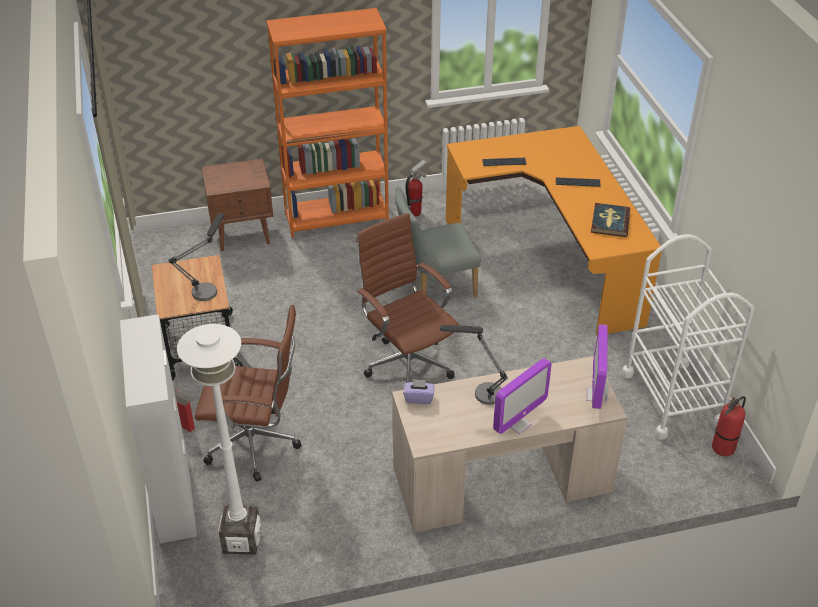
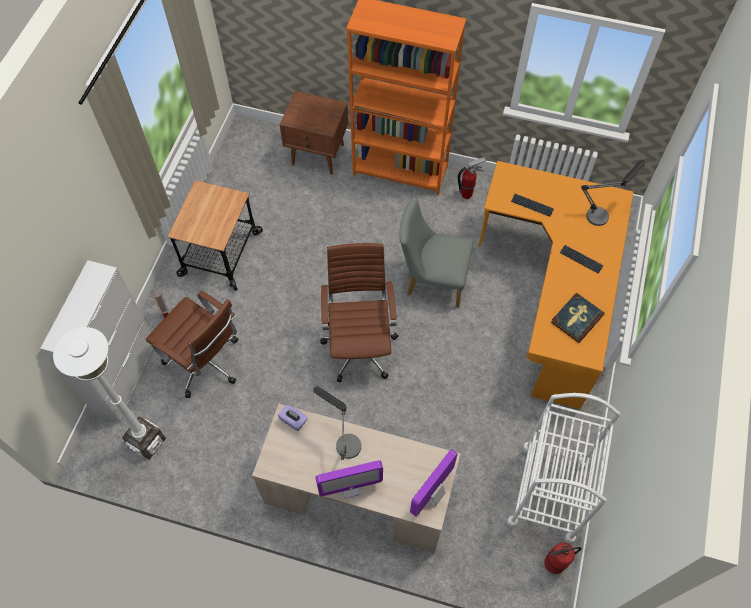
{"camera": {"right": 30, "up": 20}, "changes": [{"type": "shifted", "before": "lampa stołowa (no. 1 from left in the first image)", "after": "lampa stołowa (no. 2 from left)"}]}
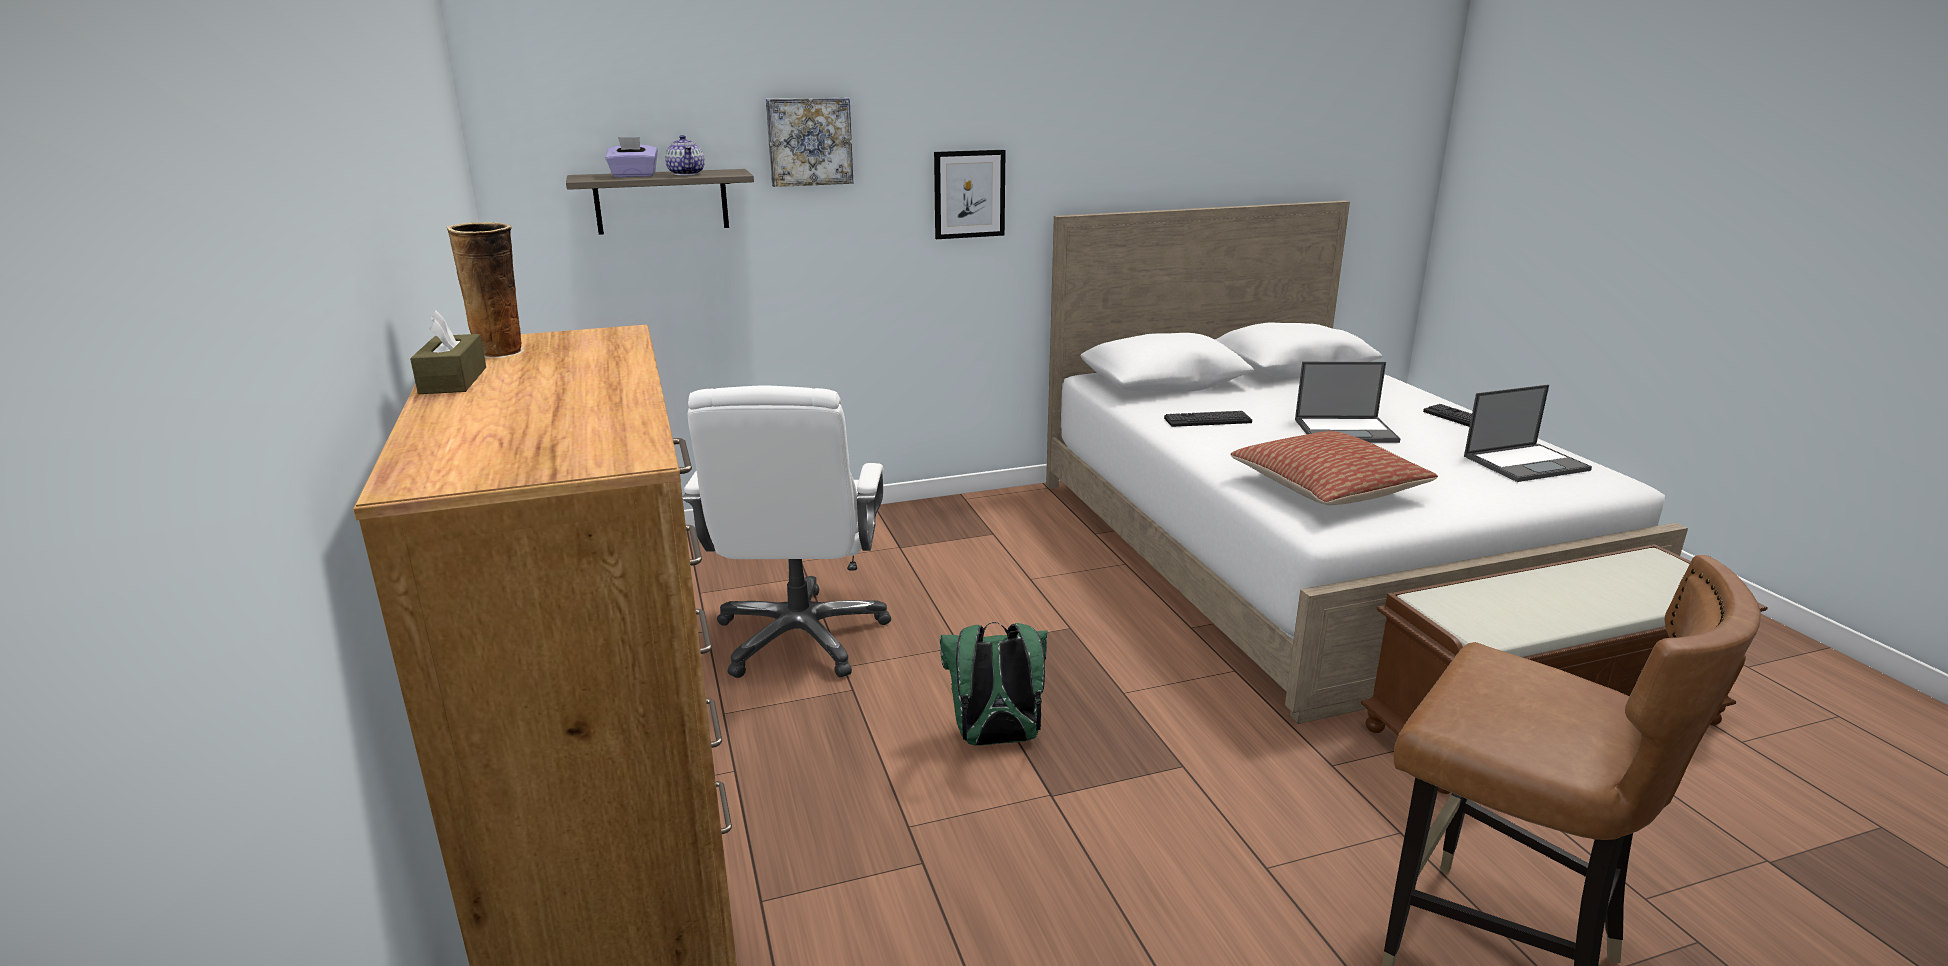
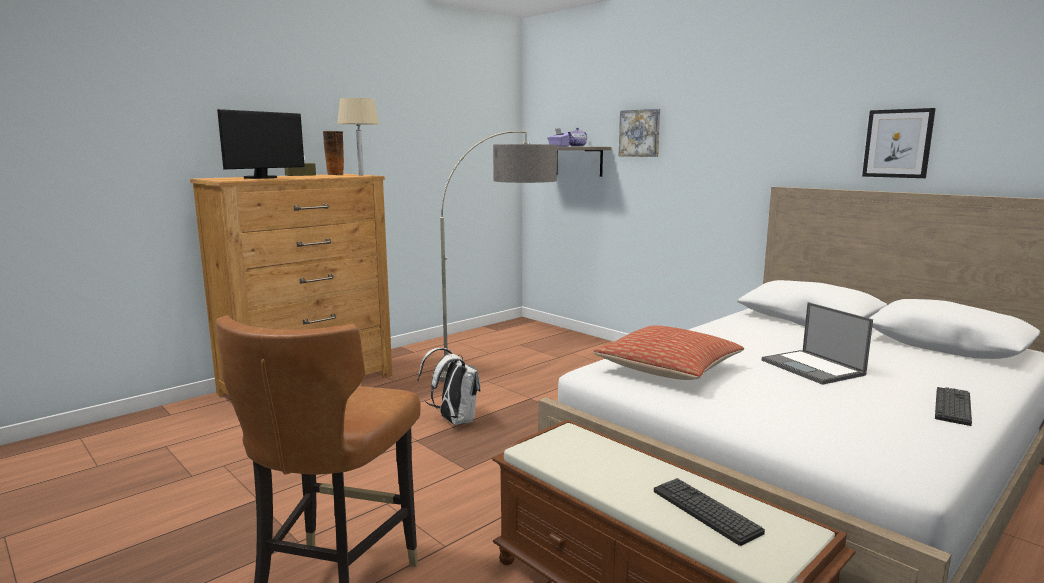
{"camera": {"right": 65, "up": -10}, "changes": [{"type": "gone", "before": "laptop (no. 2 from left)"}, {"type": "new", "after": "monitor"}, {"type": "new", "after": "lampa stołowa (beżowy)"}, {"type": "shifted", "before": "obraz (no. 2 from left)"}, {"type": "shifted", "before": "klawiatura (no. 1 from left)"}, {"type": "swapped", "before": "krzesło biurowe (biały)", "after": "lampa stojąca"}, {"type": "repainted", "before": "plecak (zielony)", "after": "plecak (biały)"}]}
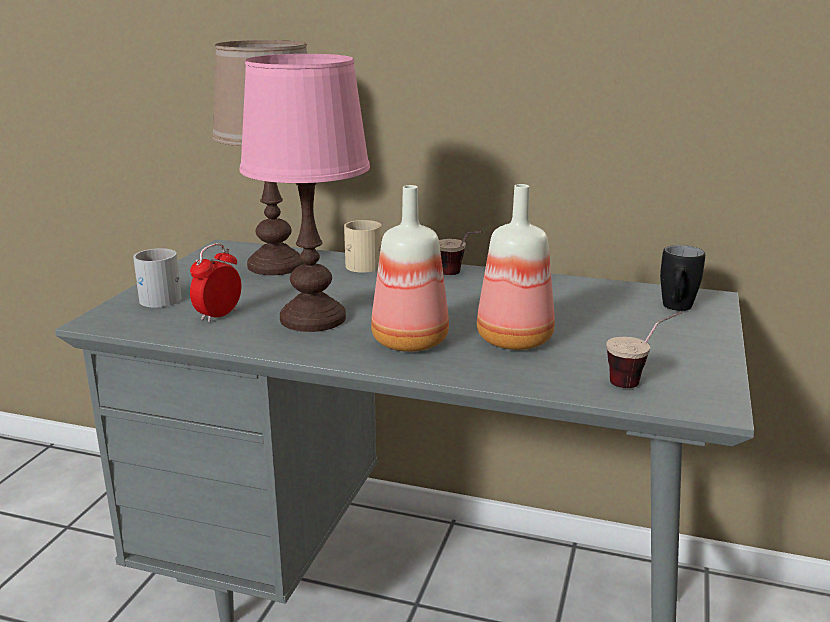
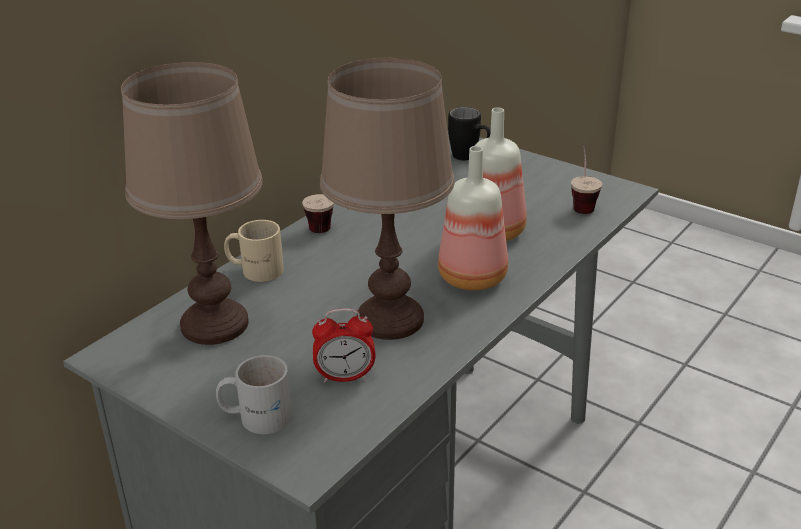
{"camera": {"right": -70, "up": 10}, "changes": [{"type": "repainted", "before": "lampa stołowa (różowy)", "after": "lampa stołowa (brązowy) (no. 2 from left)"}, {"type": "rotated", "before": "budzik", "turn": -60}]}
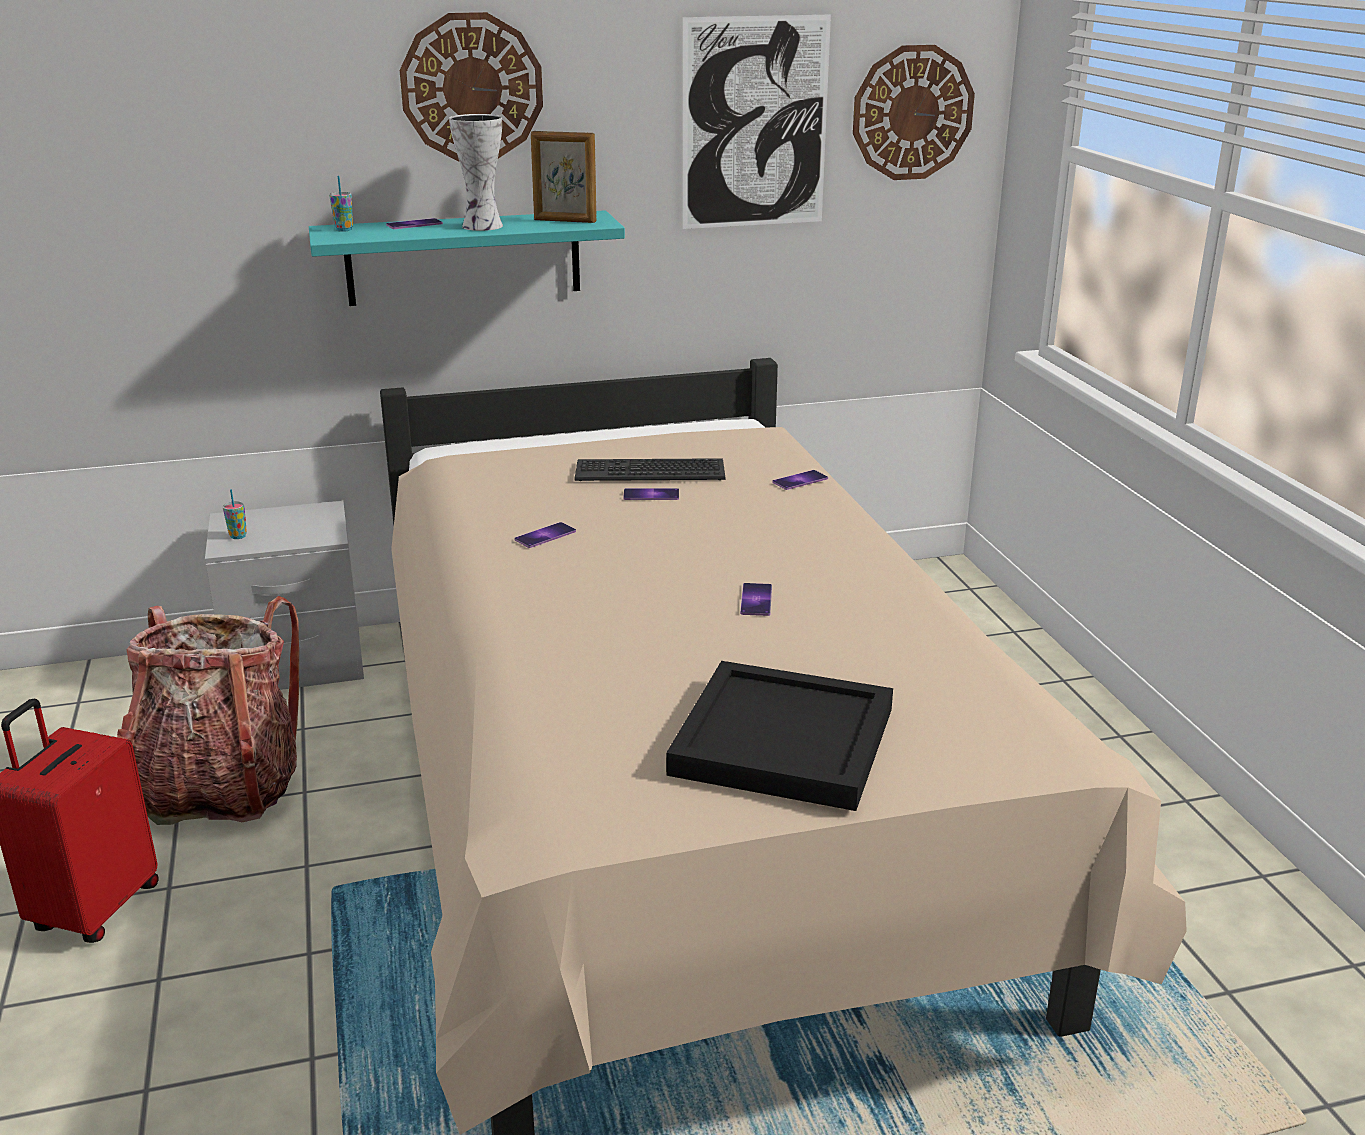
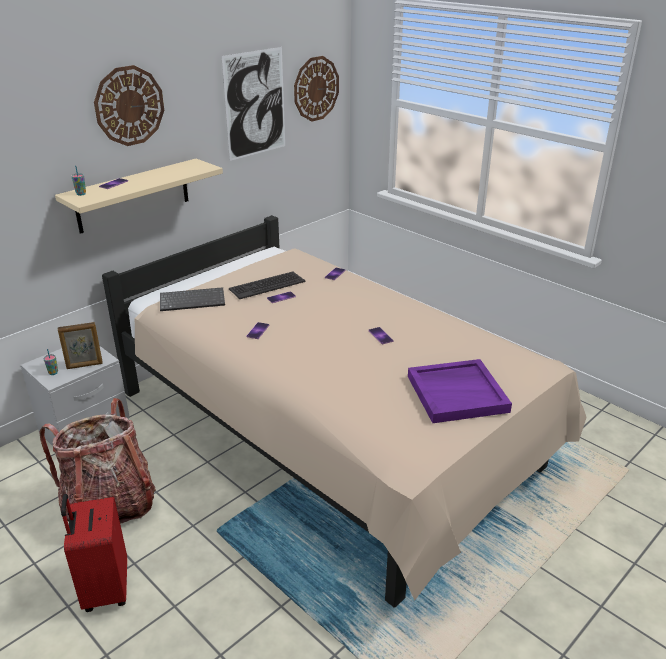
{"camera": {"right": -30, "up": 5}, "changes": [{"type": "gone", "before": "wazon"}, {"type": "new", "after": "klawiatura (no. 1 from left)"}, {"type": "shifted", "before": "ramka na zdjęcie"}, {"type": "repainted", "before": "półka (turkusowy)", "after": "półka (beżowy)"}, {"type": "repainted", "before": "taca (czarny)", "after": "taca (fioletowy)"}]}
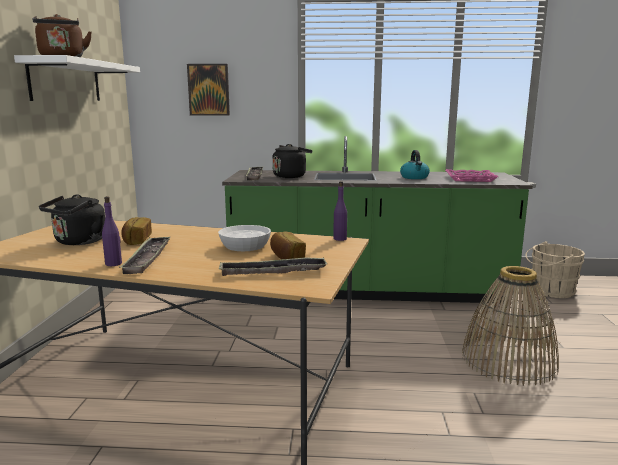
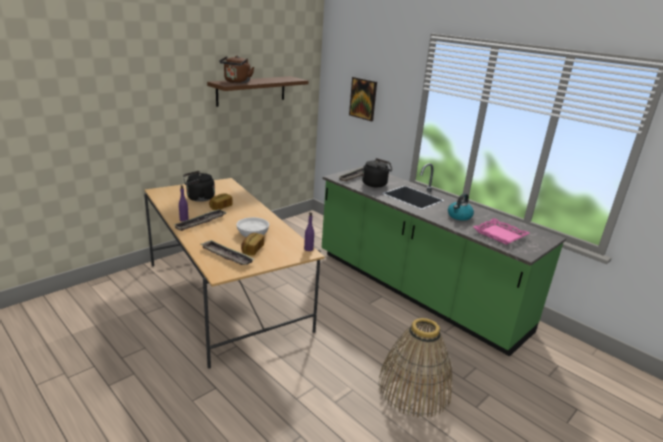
{"camera": {"right": 40, "up": 10}, "changes": [{"type": "gone", "before": "wiadro (beżowy)"}, {"type": "repainted", "before": "półka (biały)", "after": "półka (brązowy)"}]}
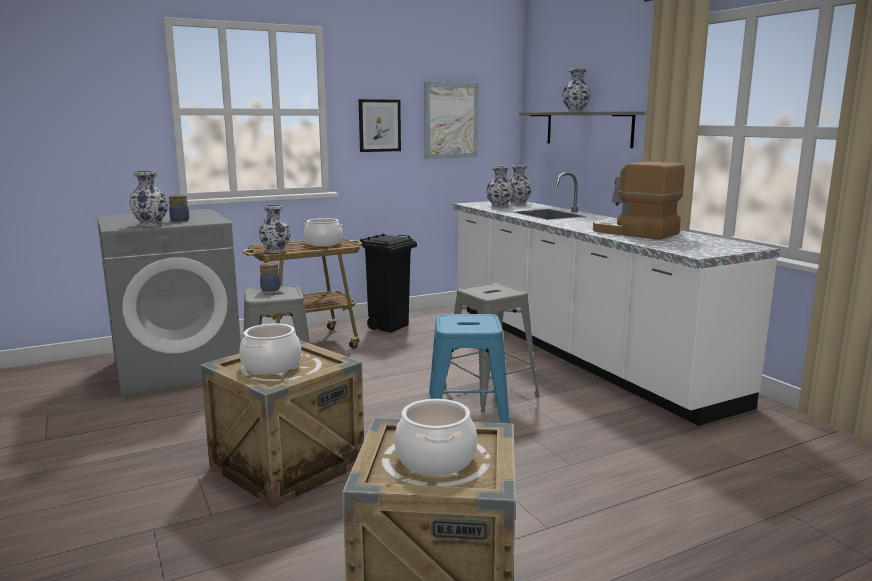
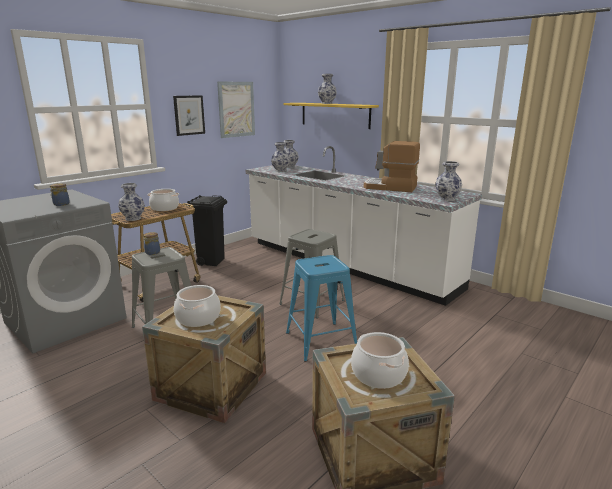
{"camera": {"right": -20, "up": 5}, "changes": [{"type": "shifted", "before": "wazon (no. 1 from left in the first image)", "after": "wazon (no. 5 from left)"}, {"type": "repainted", "before": "półka (szary)", "after": "półka (żółty)"}]}
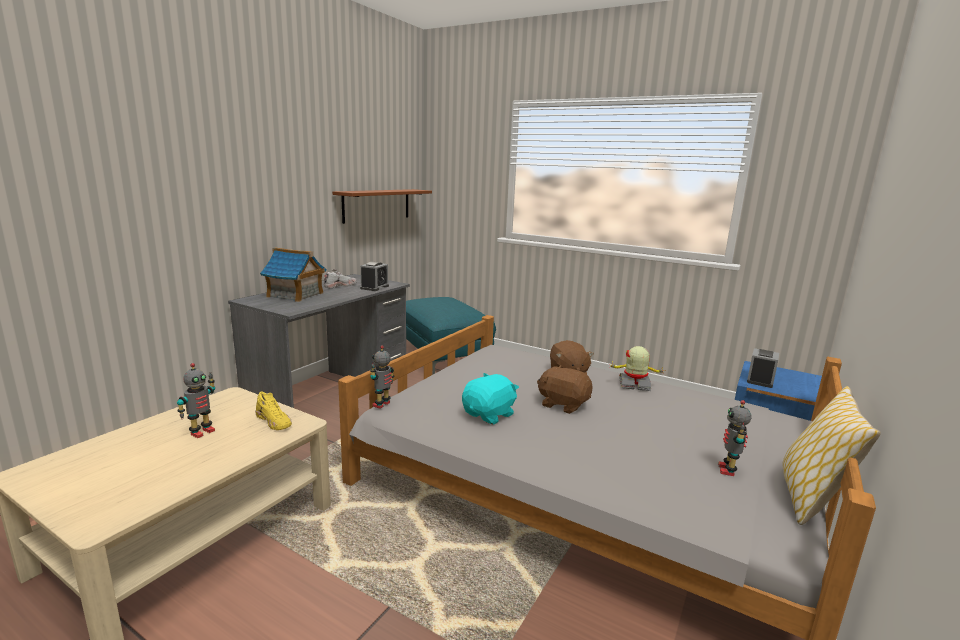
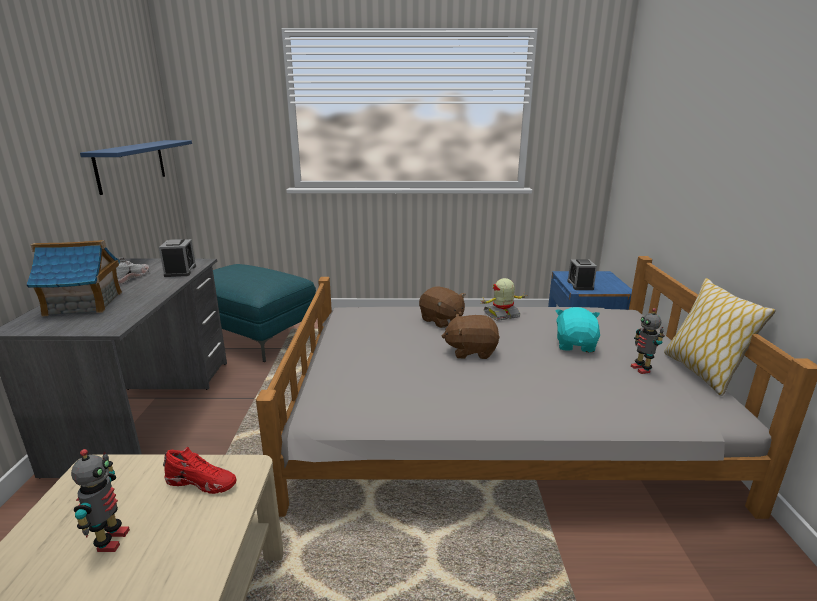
{"camera": {"right": -30, "up": 5}, "changes": [{"type": "gone", "before": "robot zabawkowy (no. 2 from left)"}, {"type": "shifted", "before": "pluszak (turkusowy)"}, {"type": "repainted", "before": "but (żółty)", "after": "but (czerwony)"}, {"type": "repainted", "before": "półka (brązowy)", "after": "półka (niebieski)"}]}
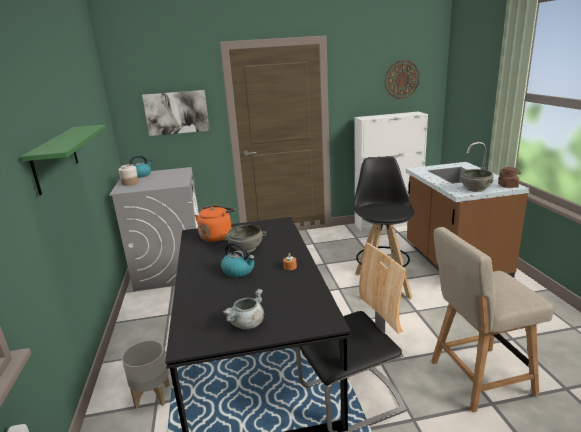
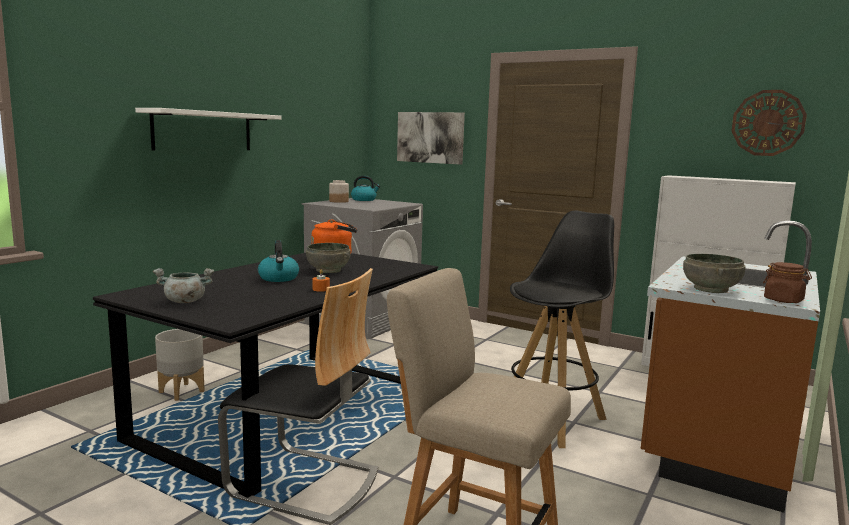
{"camera": {"right": 40, "up": -10}, "changes": [{"type": "repainted", "before": "półka (zielony)", "after": "półka (biały)"}]}
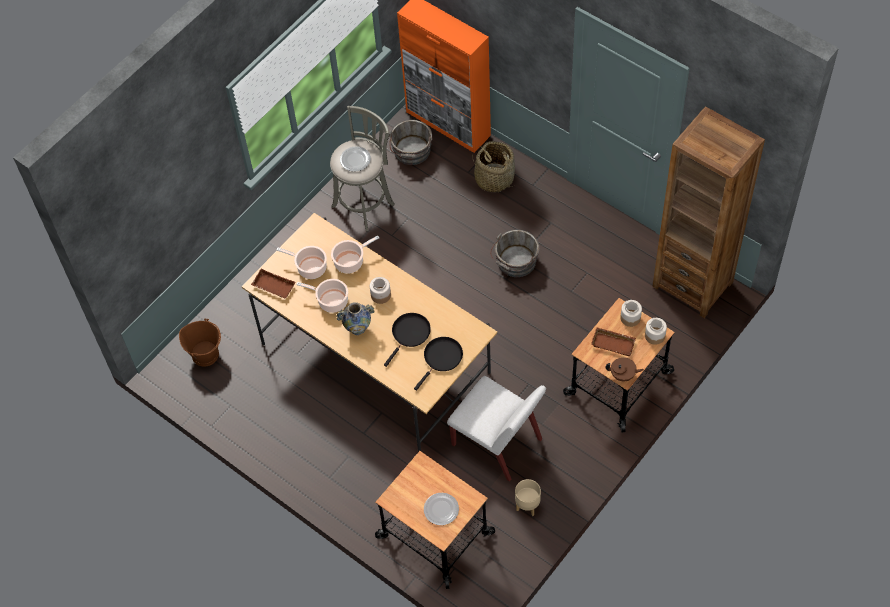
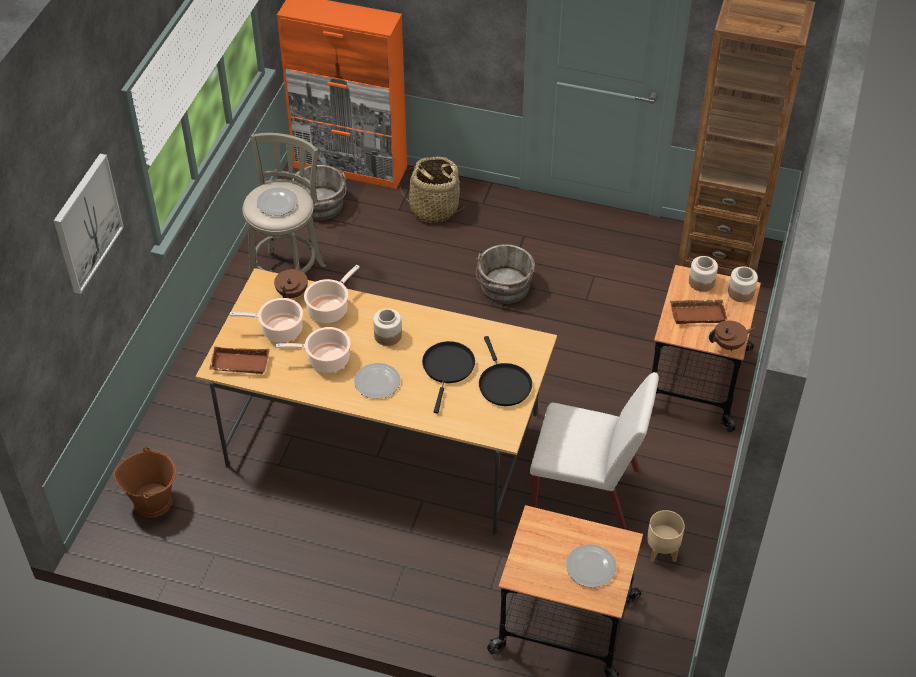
{"camera": {"right": -25, "up": -10}, "changes": [{"type": "new", "after": "obraz"}, {"type": "new", "after": "imbryk (brązowy) (no. 1 from left)"}, {"type": "swapped", "before": "wazon", "after": "talerz (no. 2 from left)"}, {"type": "rotated", "before": "patelnia (czarny) (no. 2 from left)", "turn": 150}]}
